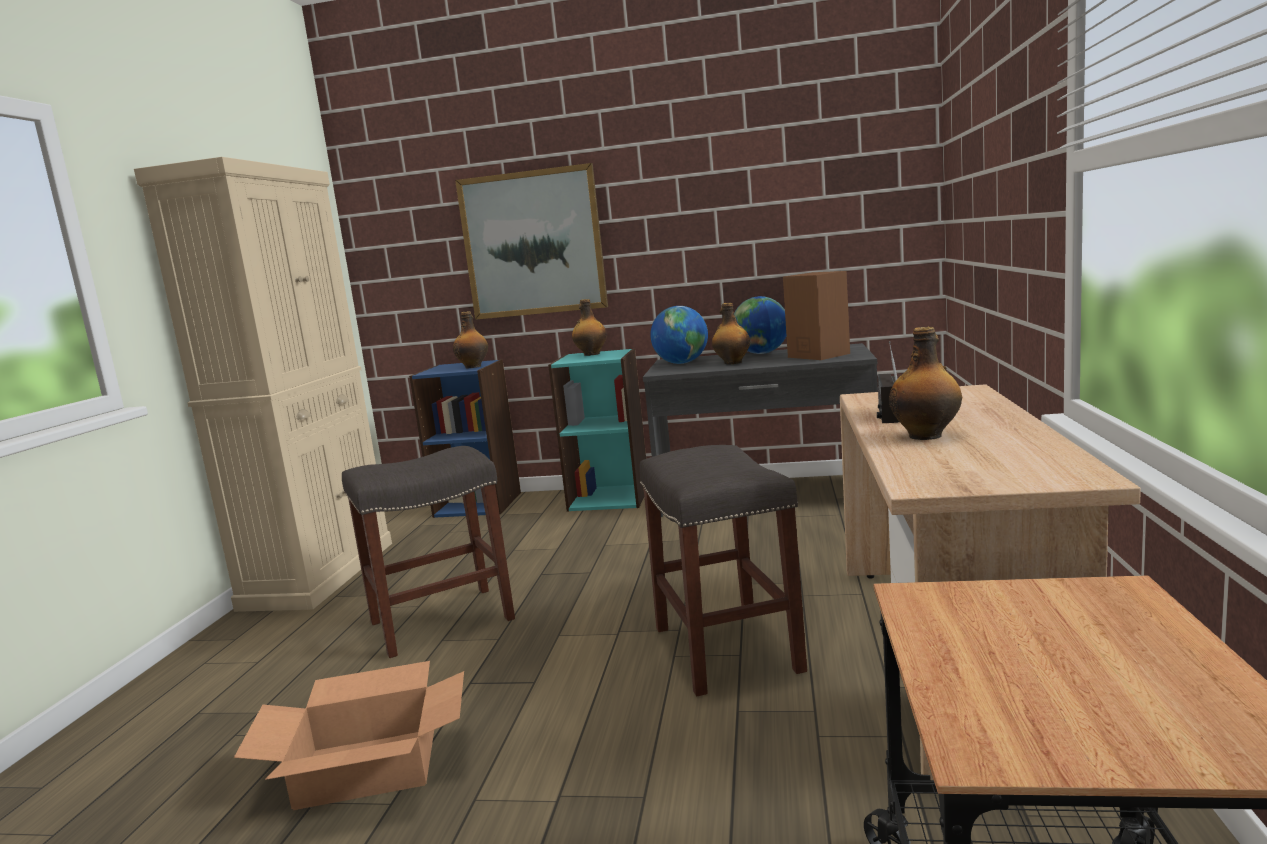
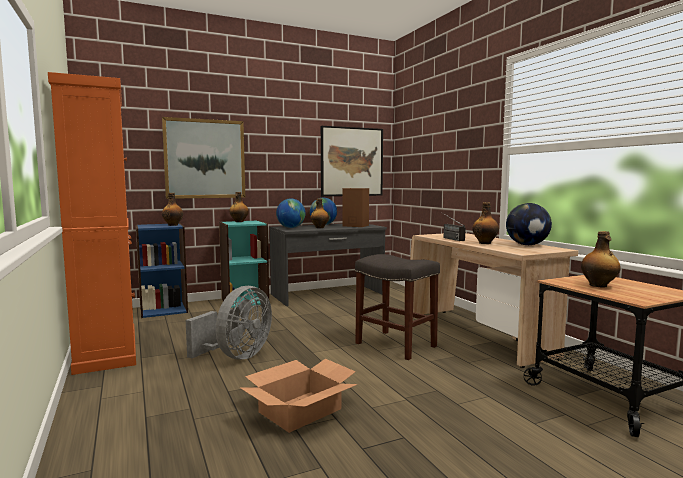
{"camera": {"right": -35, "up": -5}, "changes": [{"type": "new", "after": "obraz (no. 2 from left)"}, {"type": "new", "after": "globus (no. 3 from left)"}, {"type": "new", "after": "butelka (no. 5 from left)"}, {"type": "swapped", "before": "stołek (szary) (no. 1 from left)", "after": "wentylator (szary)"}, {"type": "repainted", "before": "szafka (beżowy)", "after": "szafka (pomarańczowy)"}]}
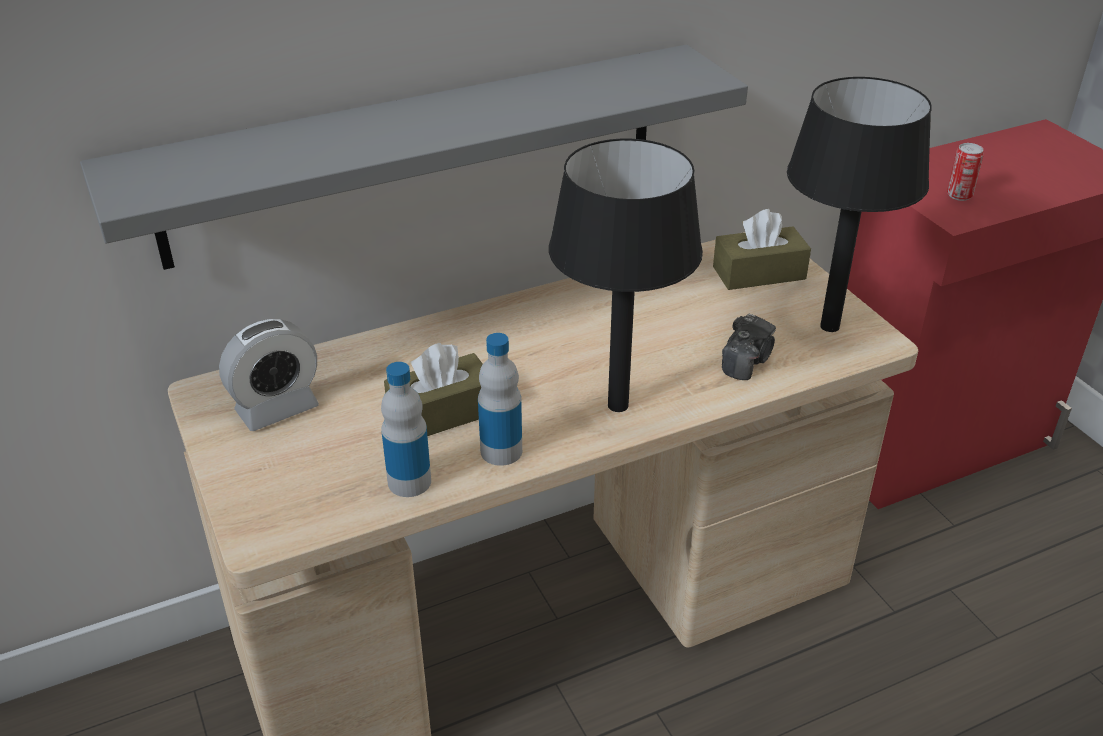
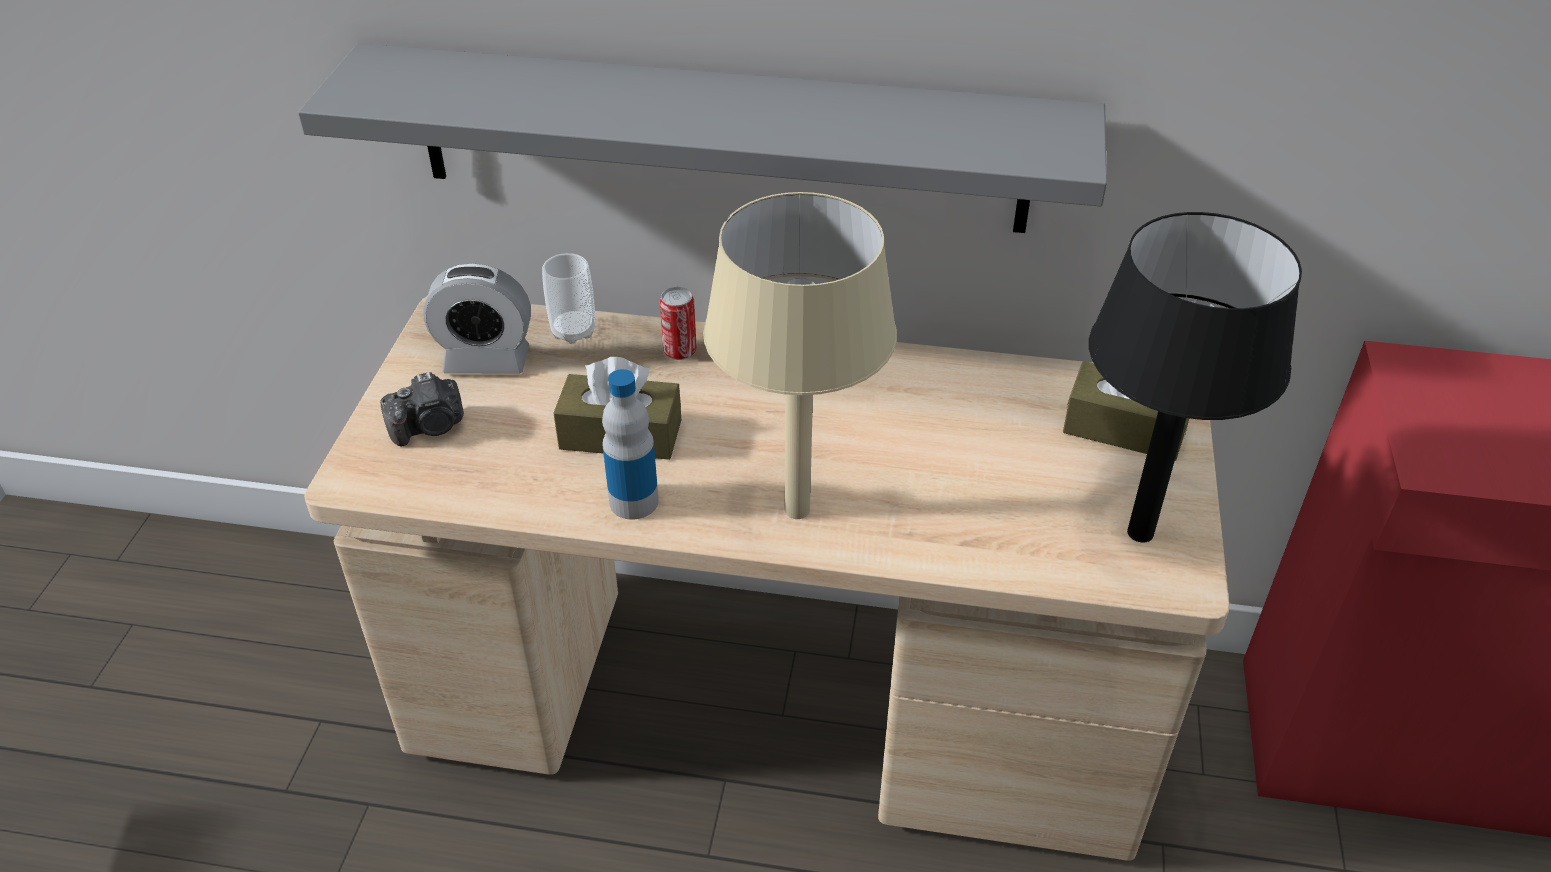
{"camera": {"right": 35, "up": 5}, "changes": [{"type": "gone", "before": "butelka (no. 1 from left)"}, {"type": "new", "after": "filiżanka"}, {"type": "shifted", "before": "aparat fotograficzny"}, {"type": "shifted", "before": "puszka"}, {"type": "repainted", "before": "lampa stołowa (czarny) (no. 1 from left)", "after": "lampa stołowa (beżowy)"}]}
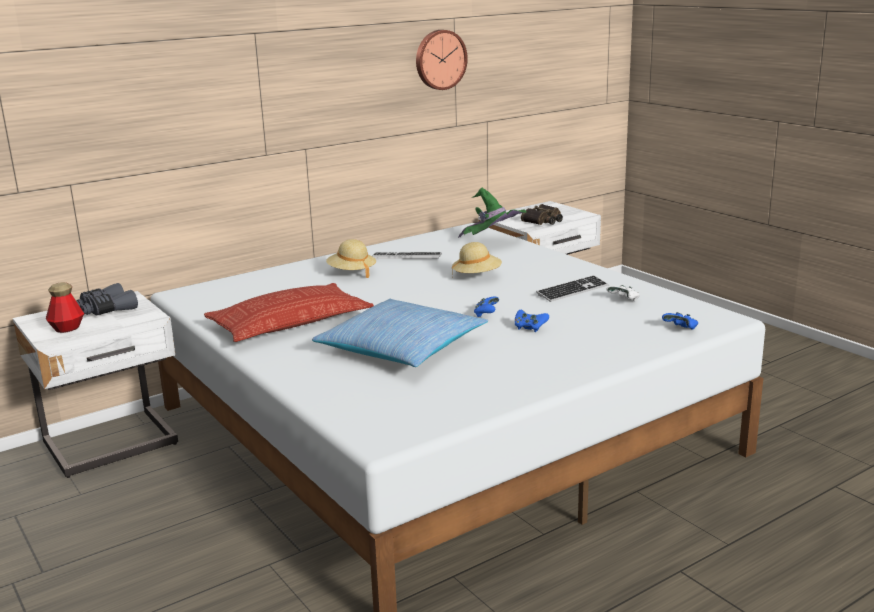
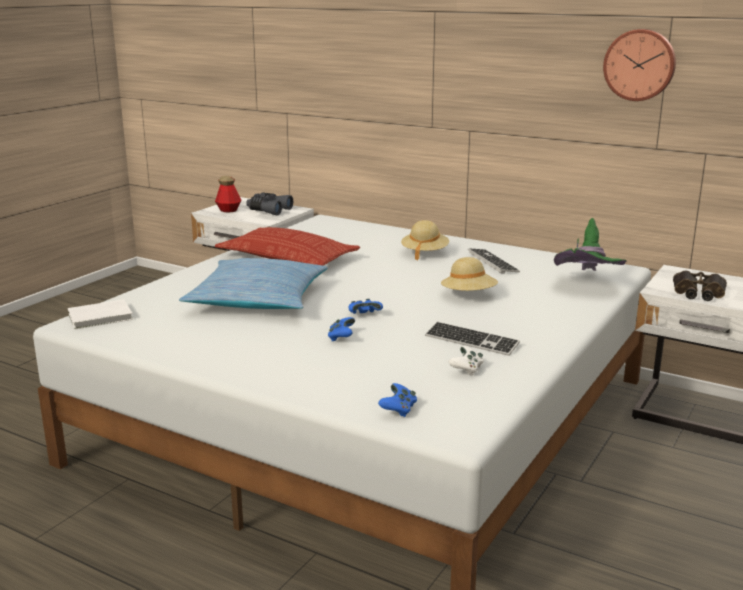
{"camera": {"right": 65, "up": 0}, "changes": [{"type": "new", "after": "książka (biały)"}]}
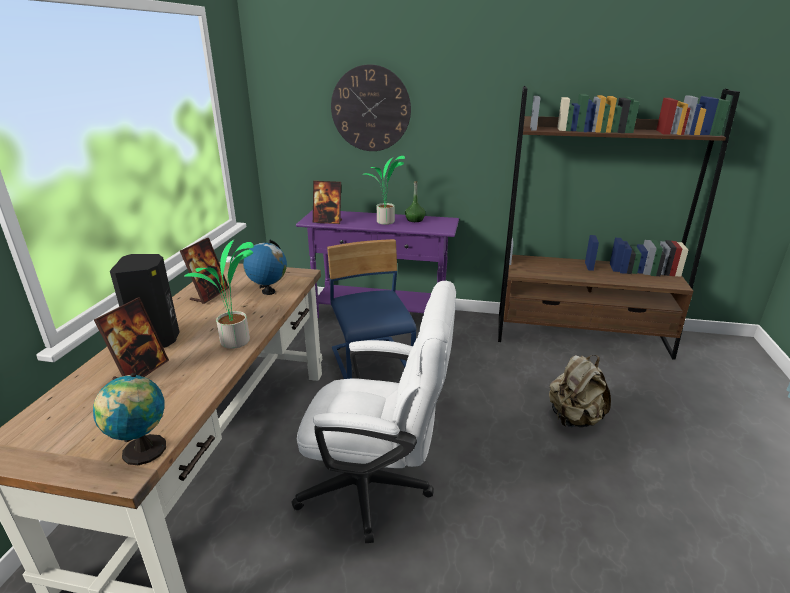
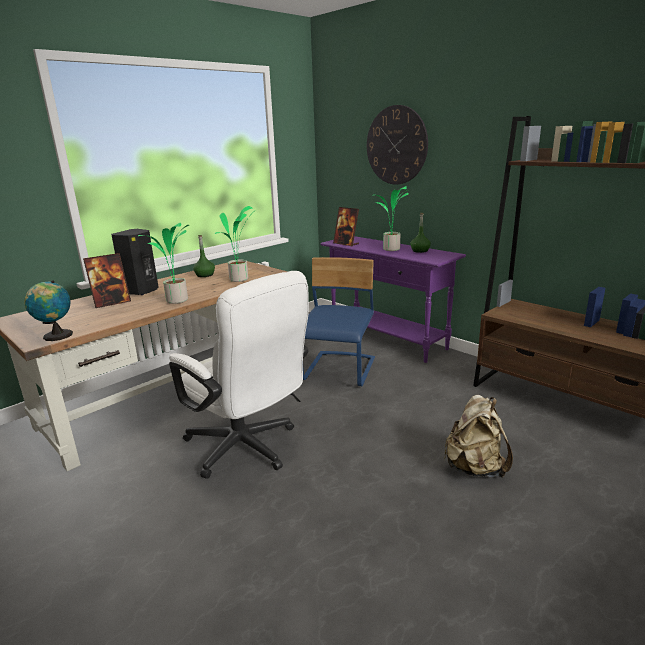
{"camera": {"right": 35, "up": -5}, "changes": [{"type": "swapped", "before": "ramka na zdjęcie (no. 2 from left)", "after": "butelka (zielony) (no. 1 from left)"}, {"type": "swapped", "before": "globus (no. 2 from left)", "after": "roślina doniczkowa (no. 2 from left)"}]}
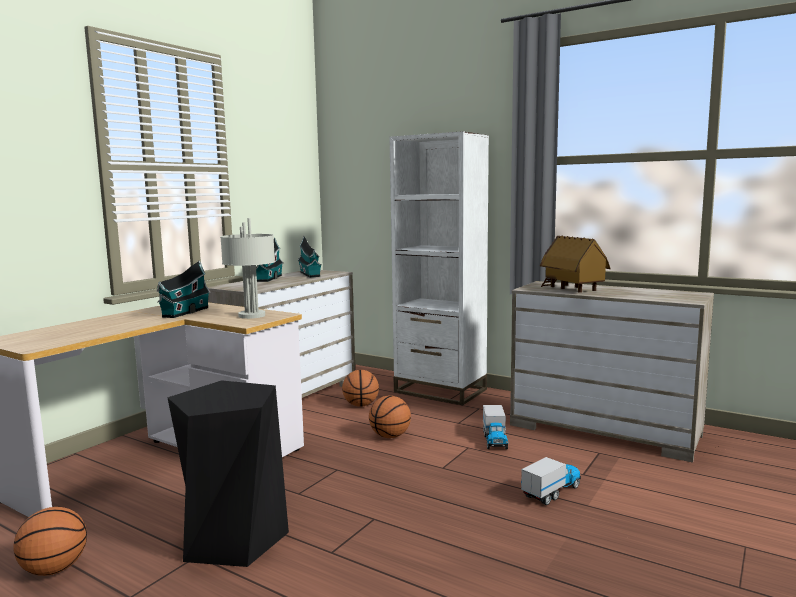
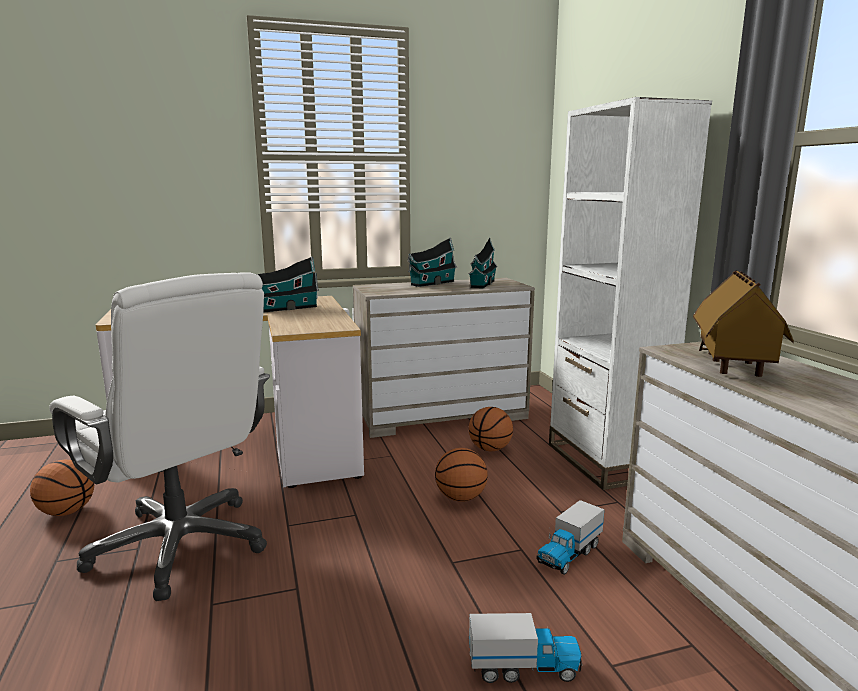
{"camera": {"right": 40, "up": 5}, "changes": [{"type": "gone", "before": "lampa stołowa (szary)"}, {"type": "swapped", "before": "stołek (czarny)", "after": "krzesło biurowe (biały)"}]}
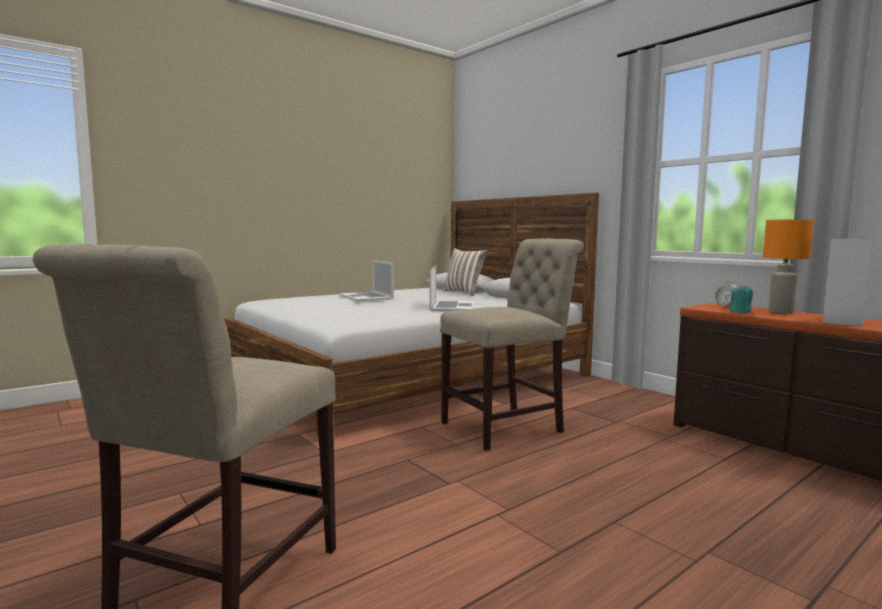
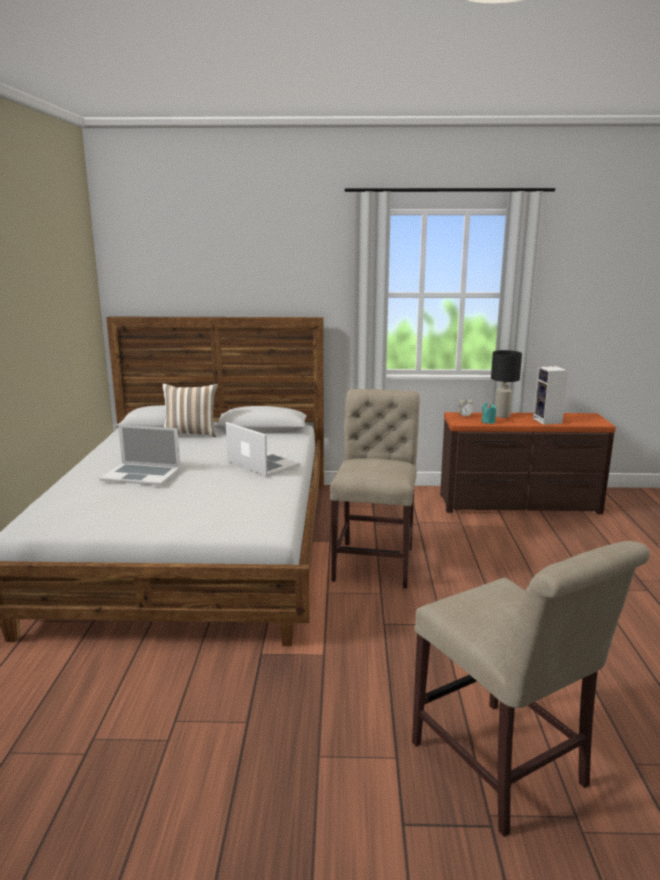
{"camera": {"right": -50, "up": 10}, "changes": [{"type": "repainted", "before": "lampa stołowa (pomarańczowy)", "after": "lampa stołowa (czarny)"}]}
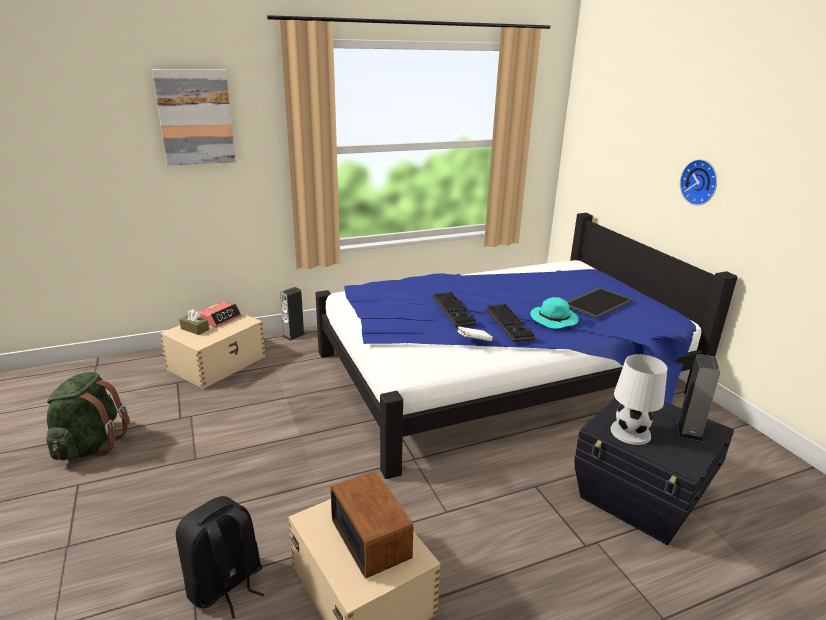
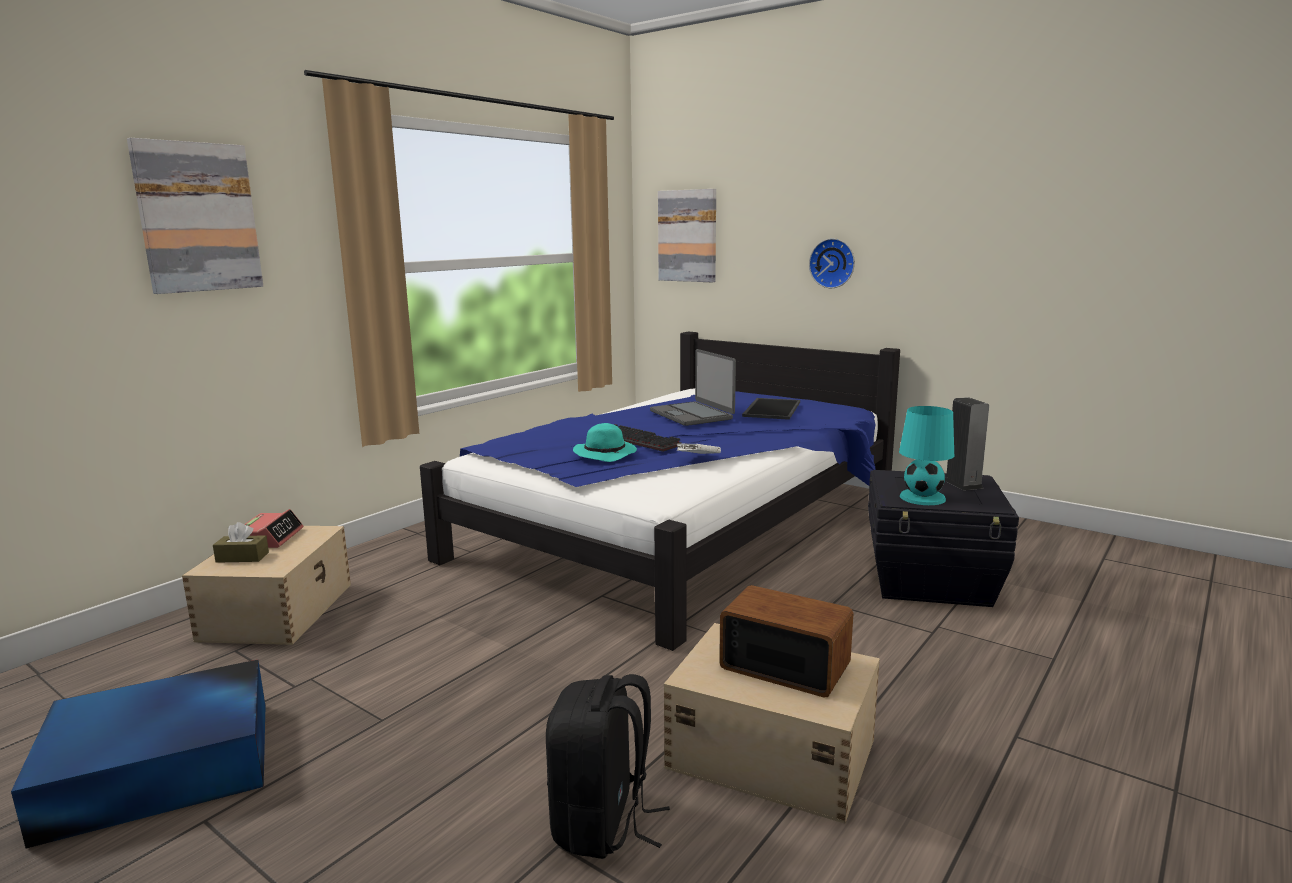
{"camera": {"right": -30, "up": -10}, "changes": [{"type": "gone", "before": "głośnik (no. 1 from left)"}, {"type": "gone", "before": "klawiatura (no. 2 from left)"}, {"type": "new", "after": "laptop"}, {"type": "new", "after": "obraz (no. 2 from left)"}, {"type": "shifted", "before": "kapelusz (turkusowy)"}, {"type": "swapped", "before": "plecak (zielony)", "after": "pojemnik do przechowywania (niebieski)"}, {"type": "repainted", "before": "lampa stołowa (biały)", "after": "lampa stołowa (turkusowy)"}]}
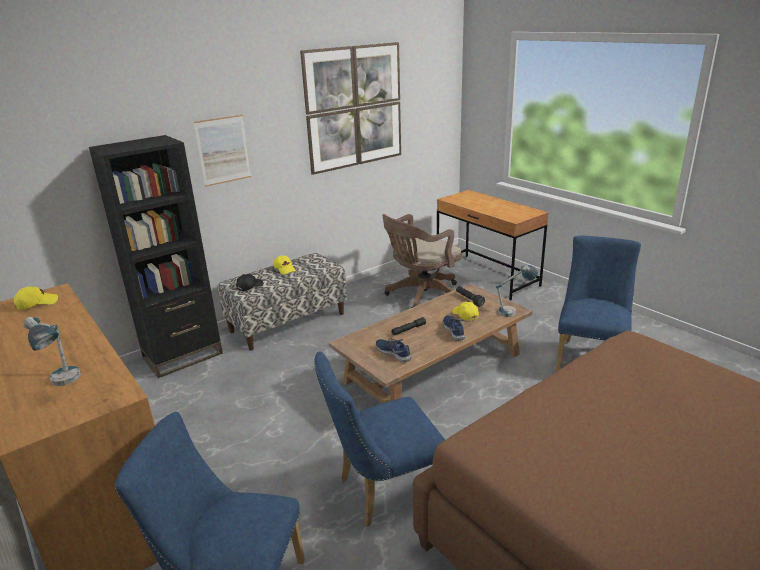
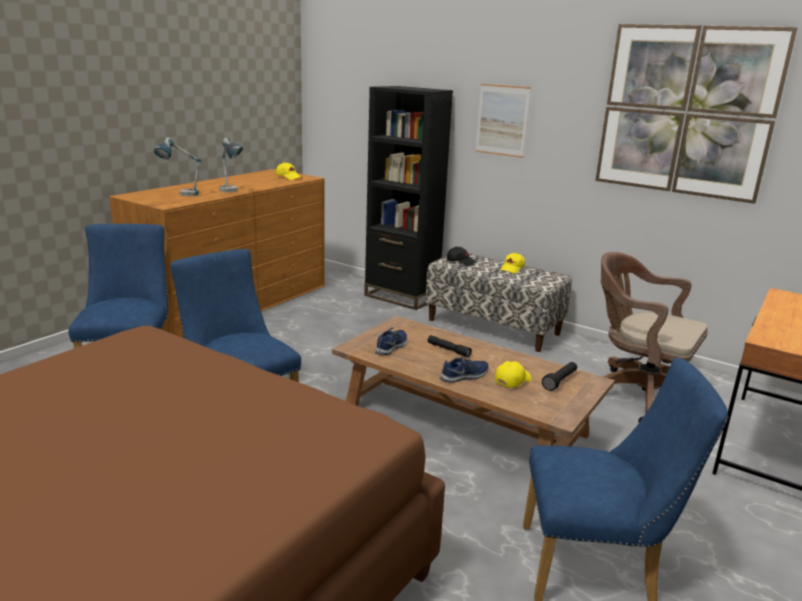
{"camera": {"right": 70, "up": -5}, "changes": [{"type": "shifted", "before": "lampa stołowa (no. 2 from left)"}]}
